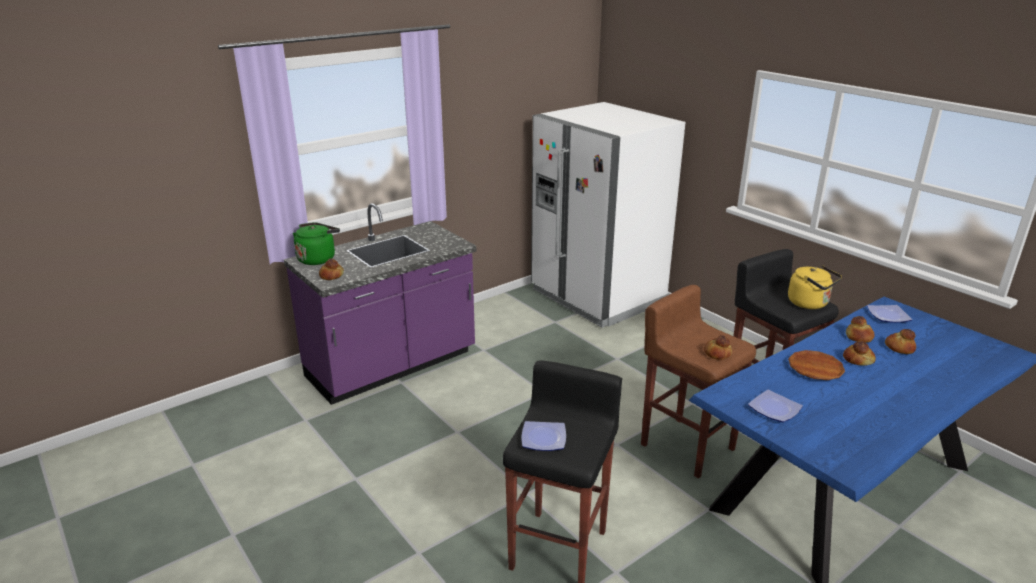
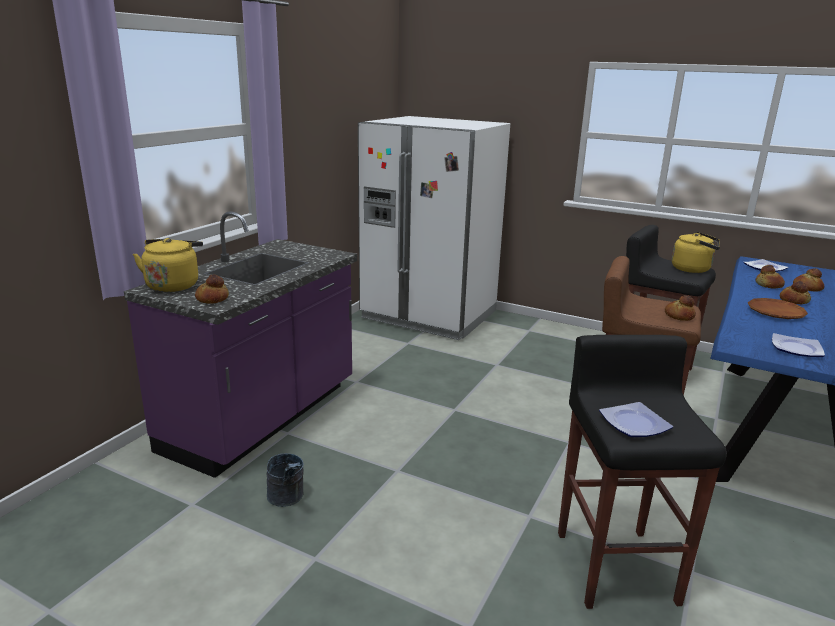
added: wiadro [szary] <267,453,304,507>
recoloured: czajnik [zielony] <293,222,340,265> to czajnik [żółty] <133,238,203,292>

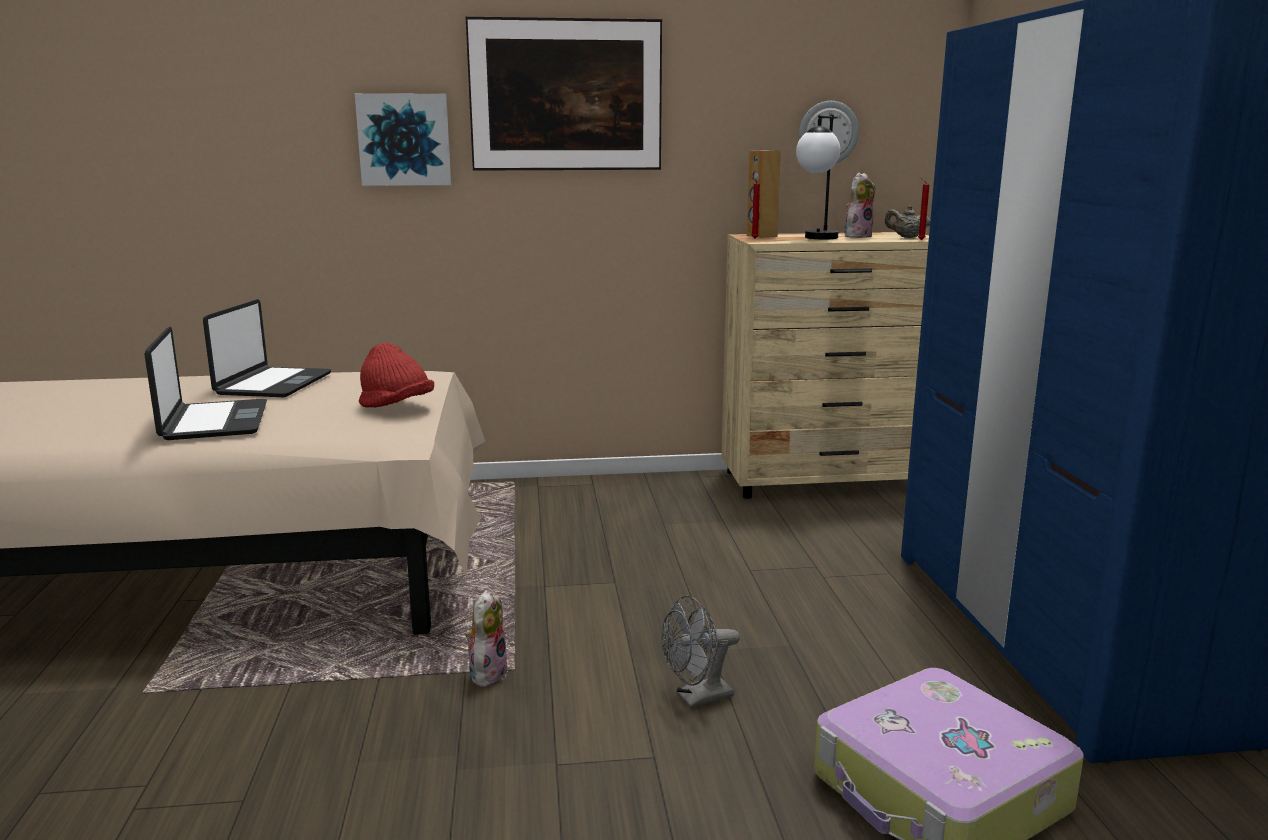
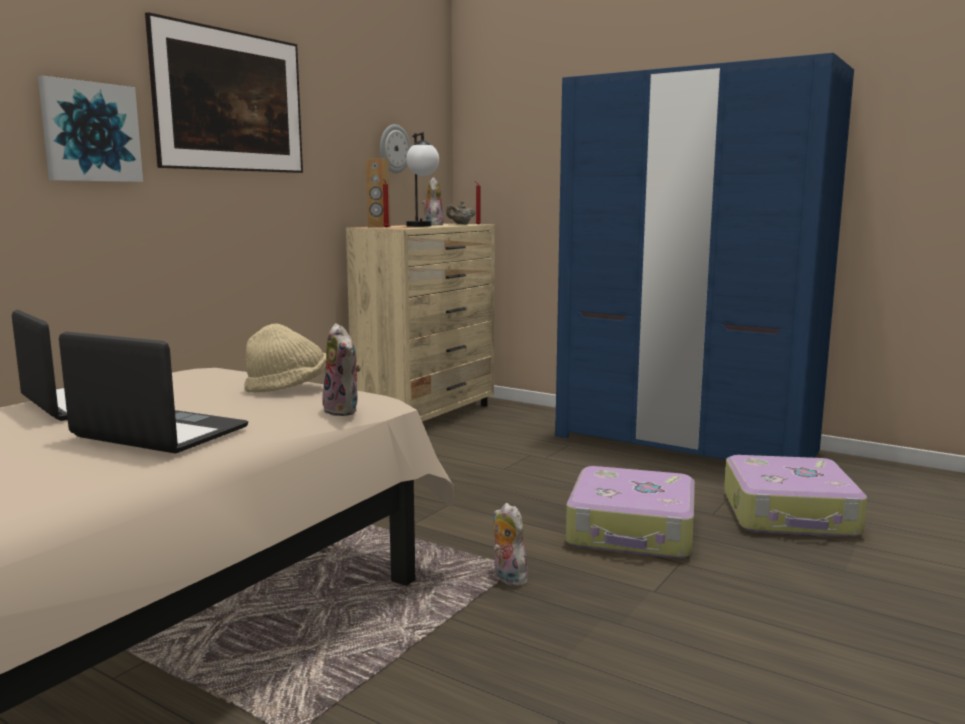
added: pluszak <320,323,361,416>
replaced: wentylator [szary] <661,595,740,708> to walizka <566,466,695,559>
recoloured: kapelusz [czerwony] <359,343,434,408> to kapelusz [beżowy] <244,324,326,392>

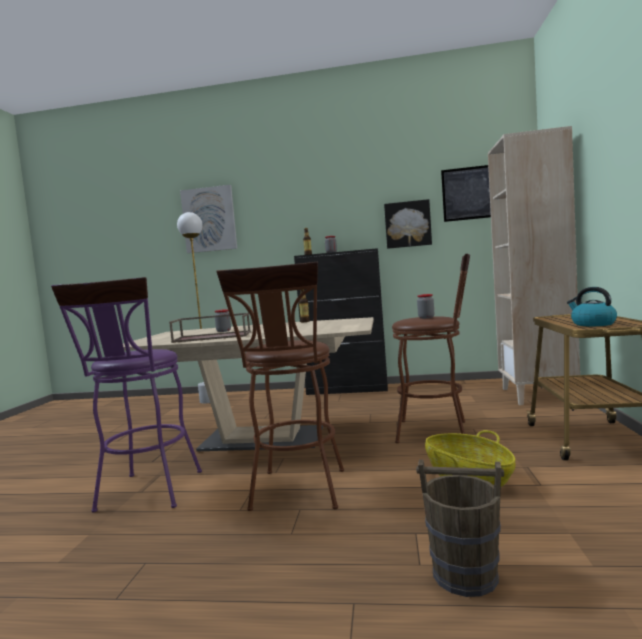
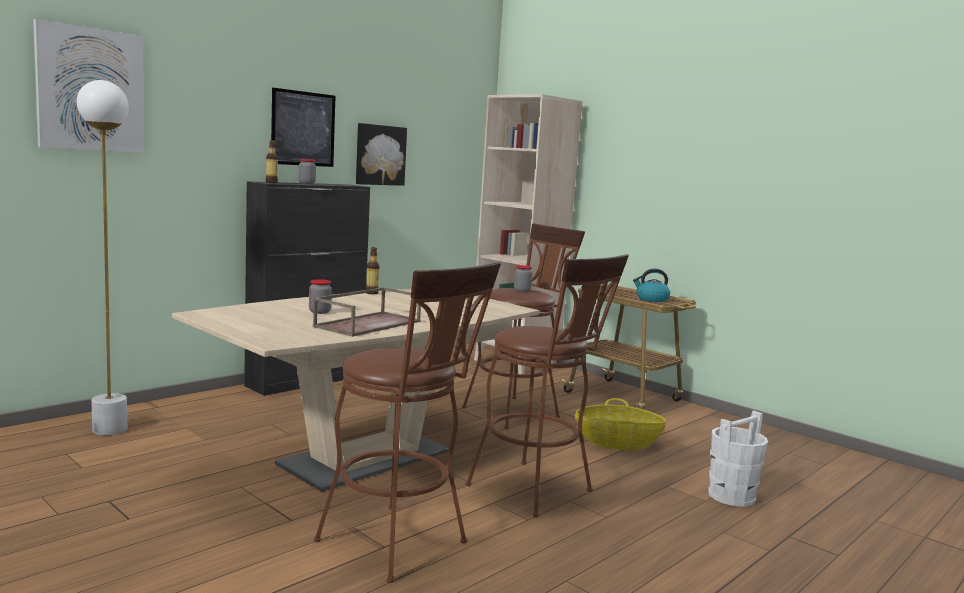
moved: obraz <441,165,491,222> to <271,88,335,167>
recoloured: stołek [fioletowy] <51,277,202,512> to stołek [brązowy] <314,262,501,583>; wiadro [brązowy] <416,459,504,597> to wiadro [biały] <708,410,768,507>

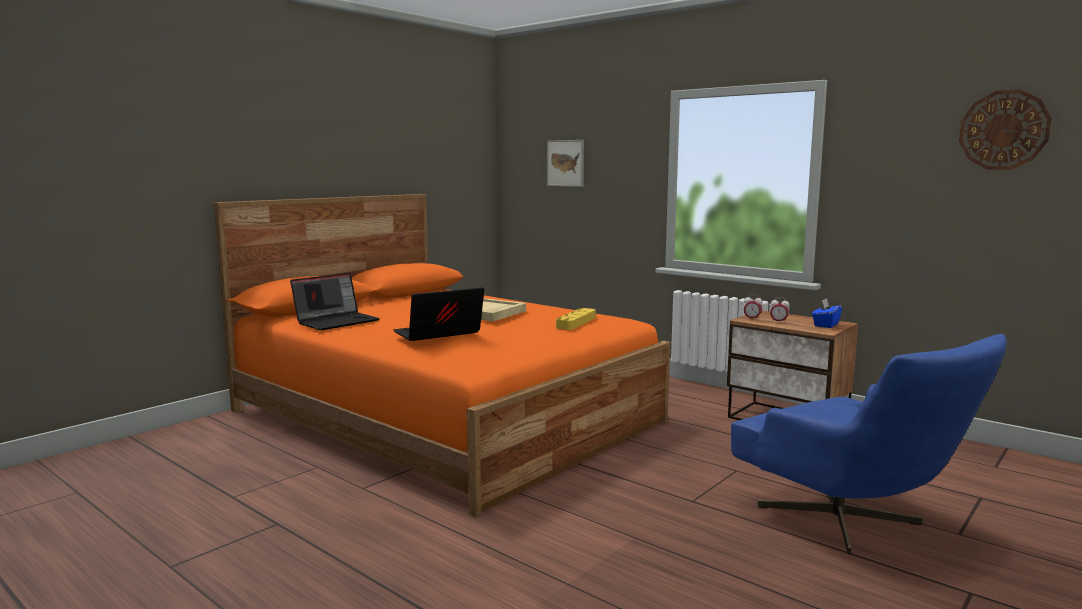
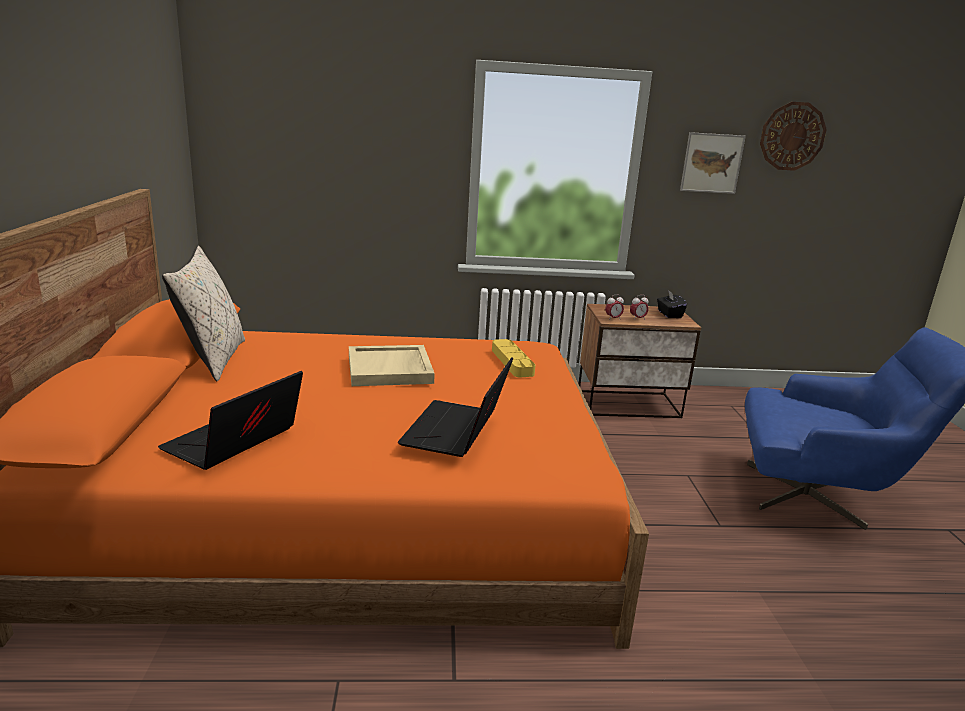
added: poduszka [beżowy] <162,246,245,381>
moved: obraz <547,140,584,187> to <680,132,746,194>
recoloured: pudełko chusteczek [niebieski] <812,298,842,328> to pudełko chusteczek [czarny] <657,290,687,318>
turned: laptop <290,273,380,330> = <158,371,303,470> 150 degrees counterclockwise

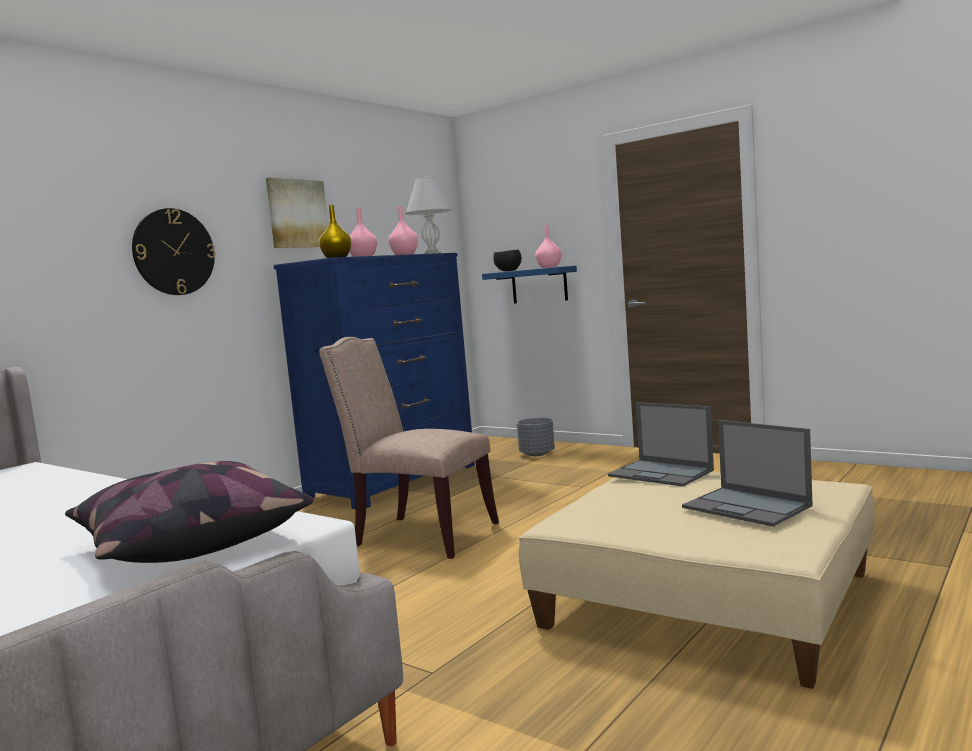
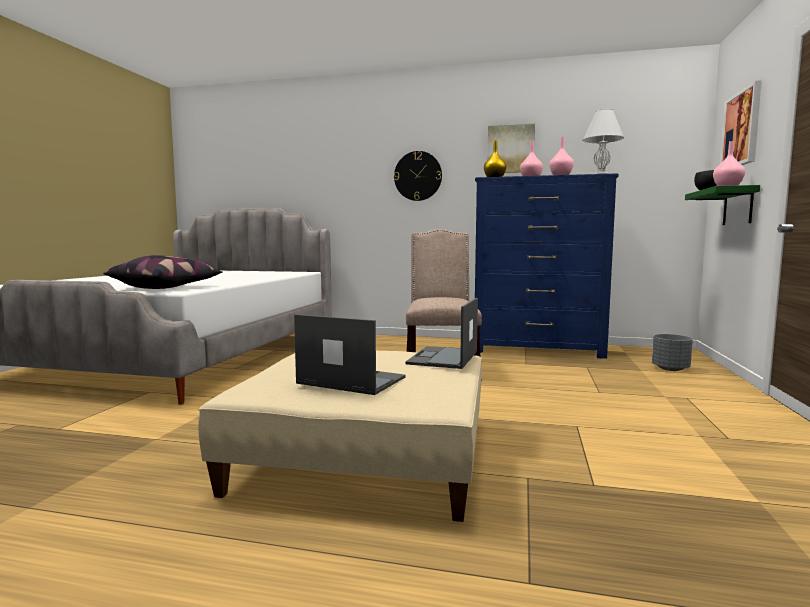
added: obraz <720,80,762,165>
recoloured: półka [niebieski] <482,266,577,304> to półka [zielony] <685,185,760,225>
turned: laptop <682,420,813,527> = <294,314,406,395> 90 degrees clockwise

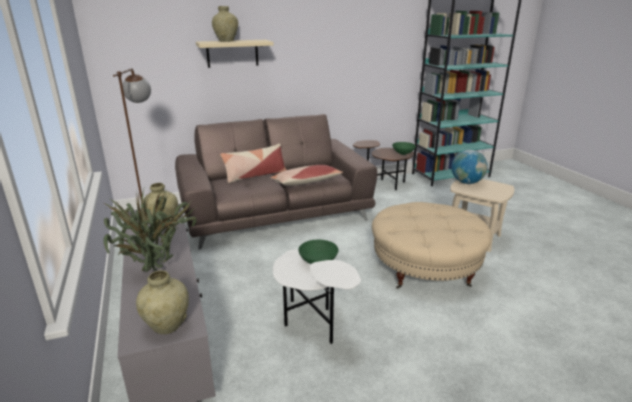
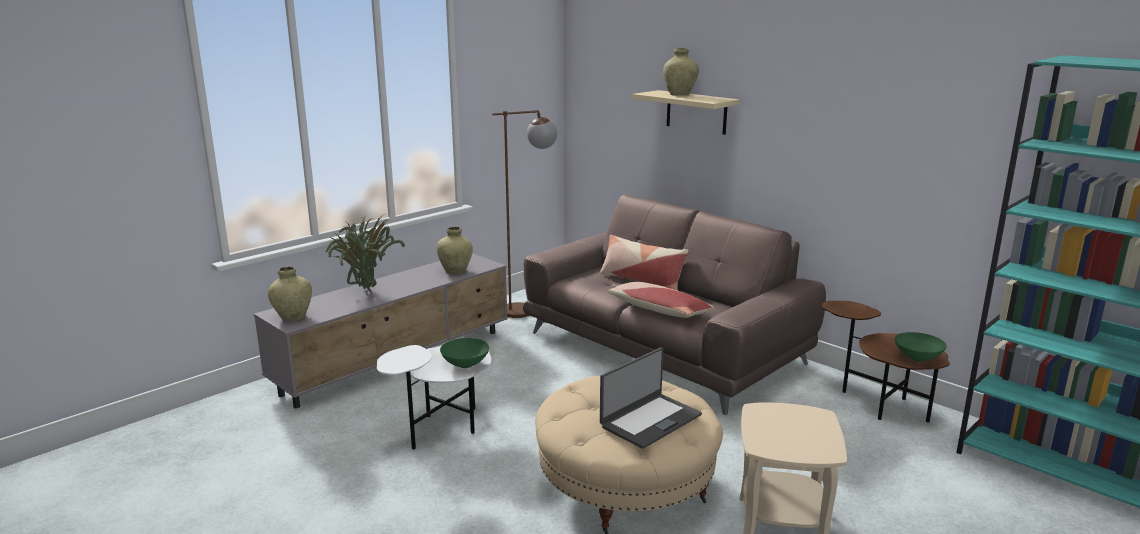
removed: globus <451,150,488,184>
added: laptop <600,348,702,449>

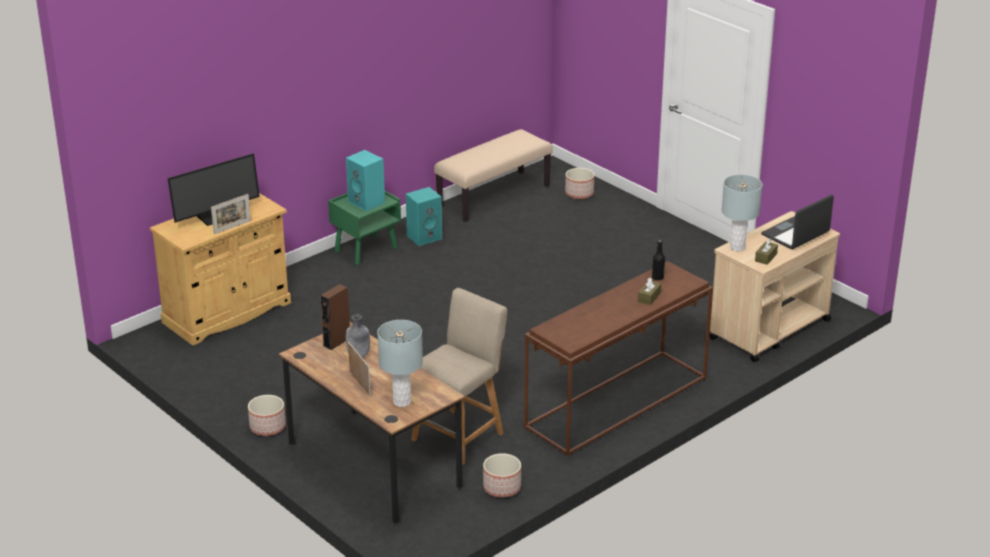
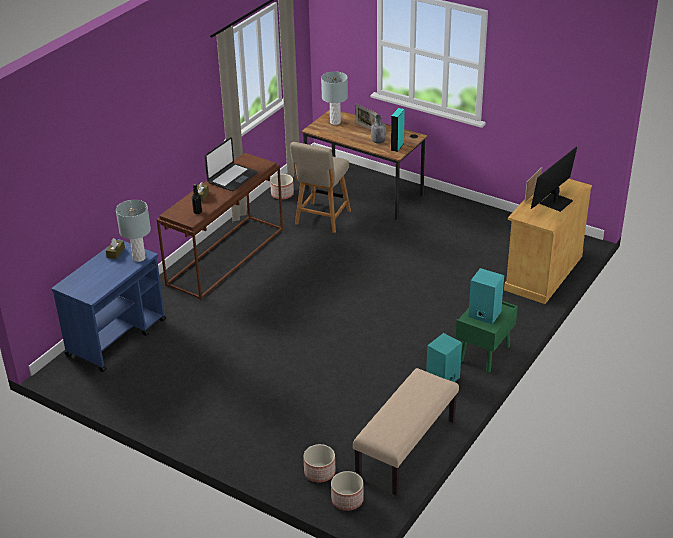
moved: laptop <761,195,834,249> to <205,137,258,191>; donica <248,395,286,436> to <331,471,364,511>
recoloured: wózek [beżowy] <709,211,840,362> to wózek [niebieski] <52,239,166,372>; głośnik [brązowy] <320,284,350,350> to głośnik [turkusowy] <391,108,405,152>

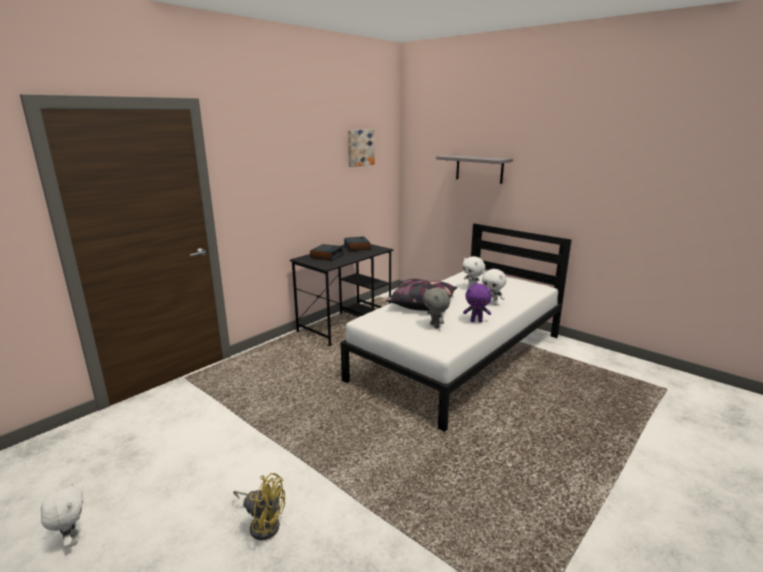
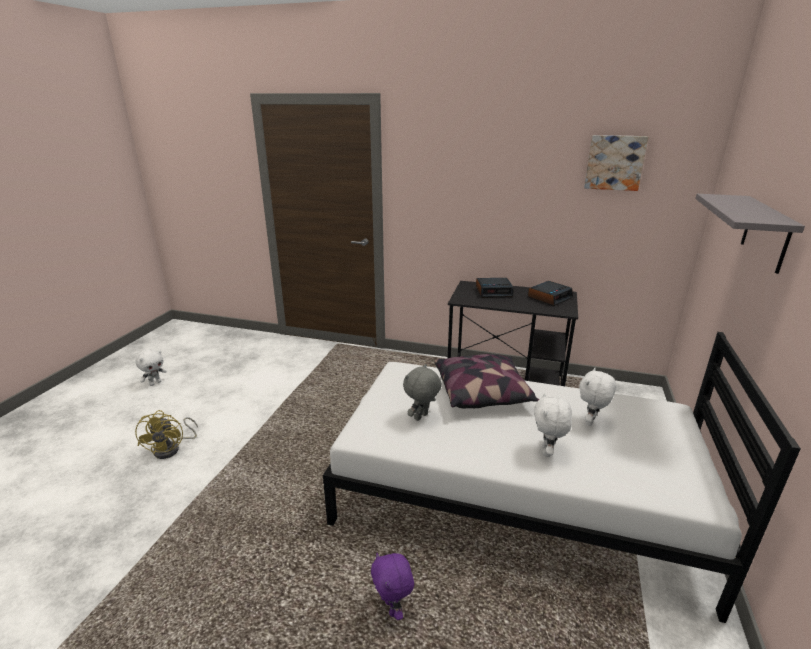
moved: pluszak [fioletowy] <463,284,491,322> to <371,553,414,620>

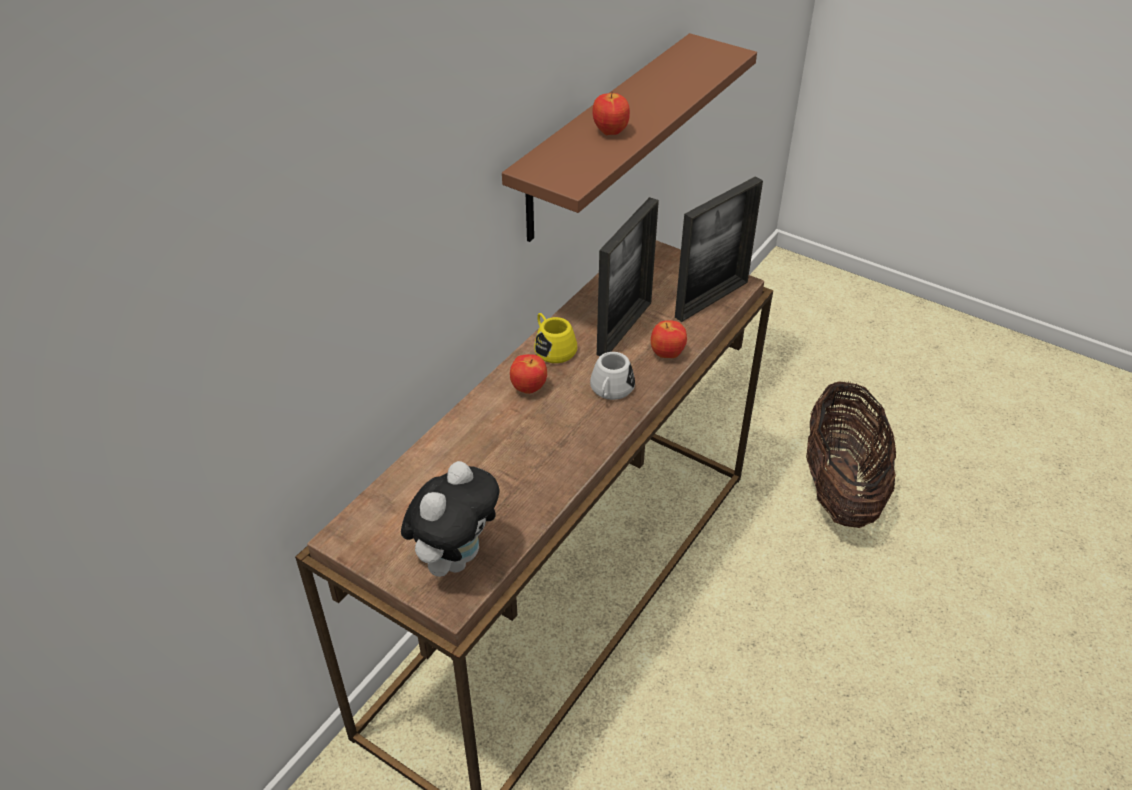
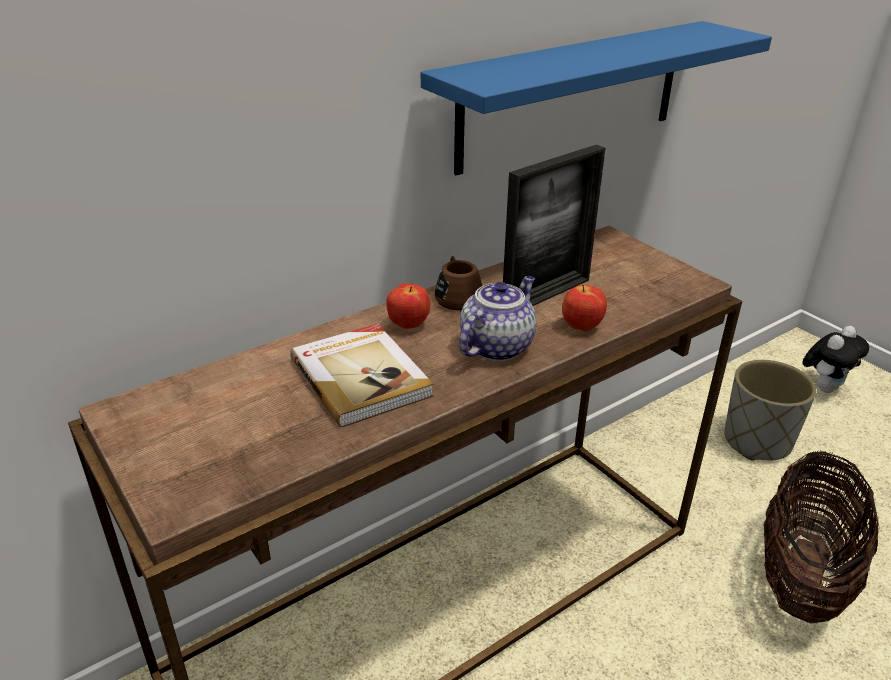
removed: jabłko <592,92,630,135>; ramka na zdjęcie <675,176,763,322>
added: książka <290,324,433,427>; donica [szary] <724,360,816,461>
moved: pluszak <401,461,500,577> to <802,326,869,393>
replaced: kubek [biały] <590,352,635,400> to imbryk <459,276,536,361>
recoloured: półka [brązowy] <502,33,757,242> to półka [niebieski] <421,21,772,175>; kubek [żółty] <534,313,577,363> to kubek [brązowy] <435,256,482,310>

